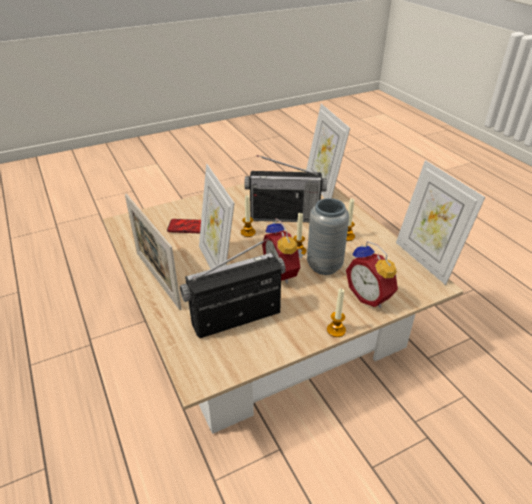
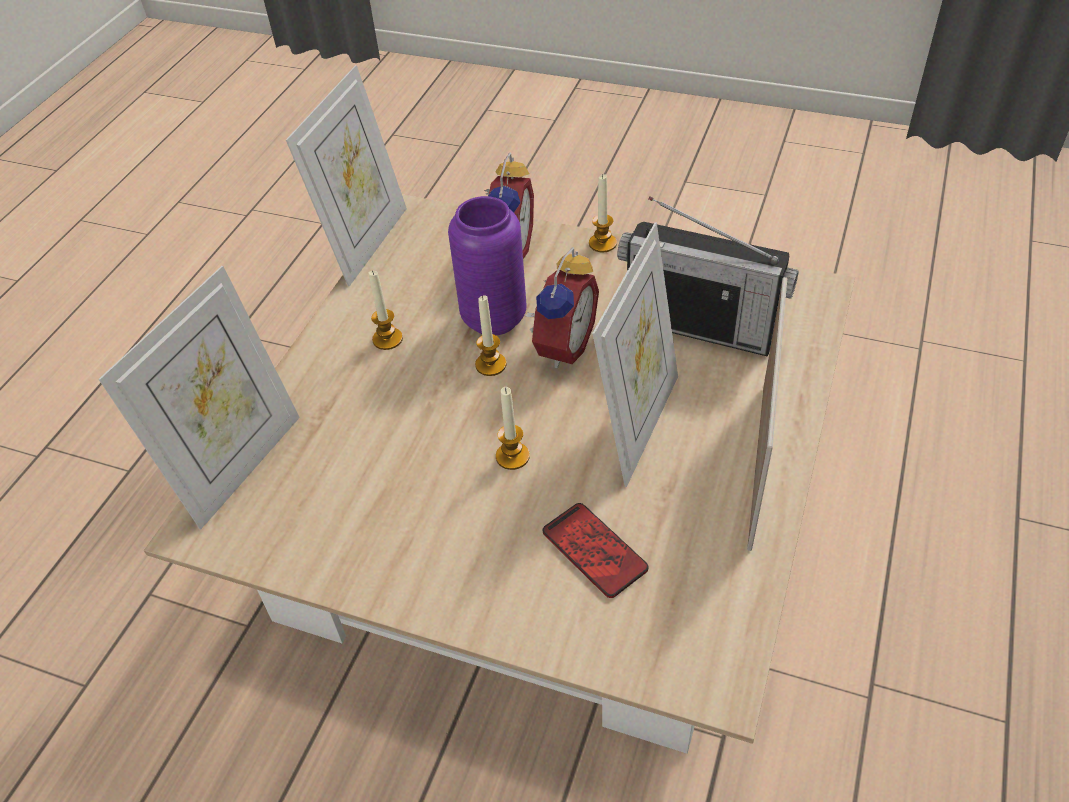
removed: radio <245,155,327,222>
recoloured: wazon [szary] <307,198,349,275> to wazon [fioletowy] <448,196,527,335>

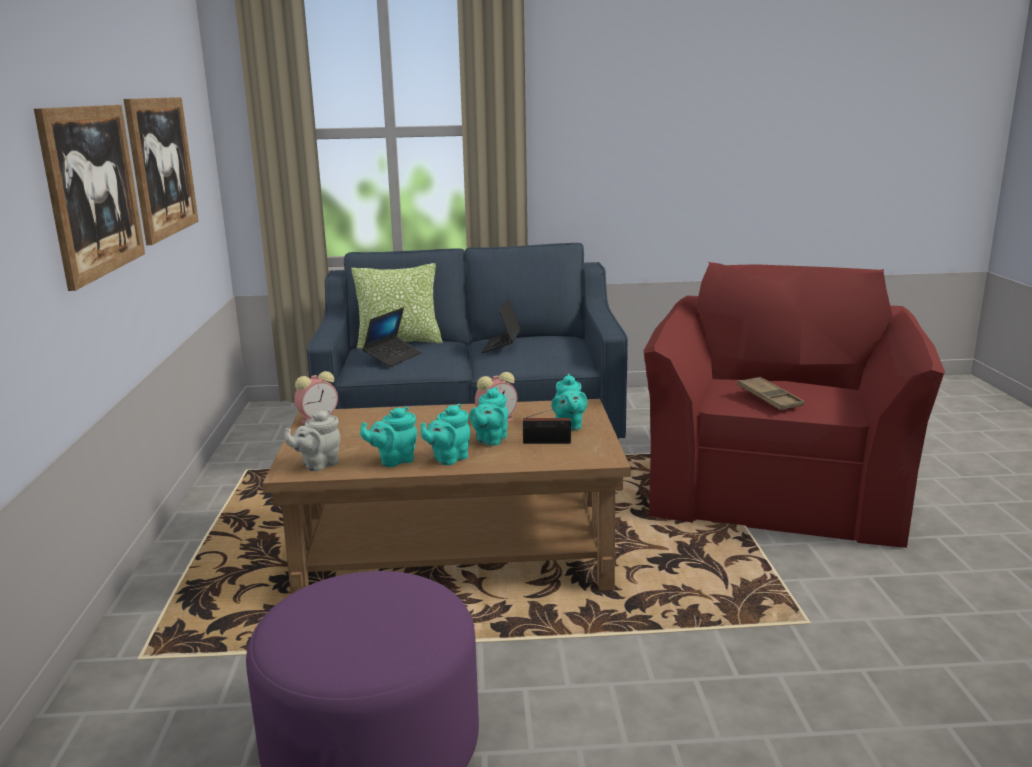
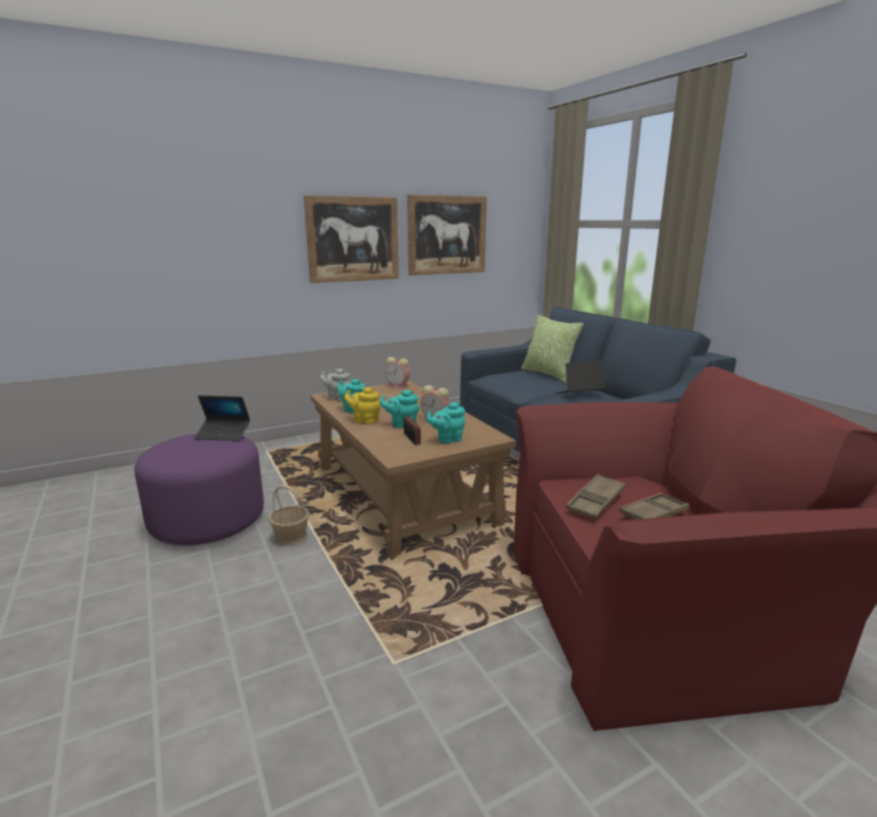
added: koszyk <269,485,309,546>; taca [brązowy] <619,493,689,520>
moved: laptop <363,308,422,367> to <194,395,250,441>
recoloured: imbryk [turkusowy] <421,404,470,465> to imbryk [żółty] <344,387,380,424>

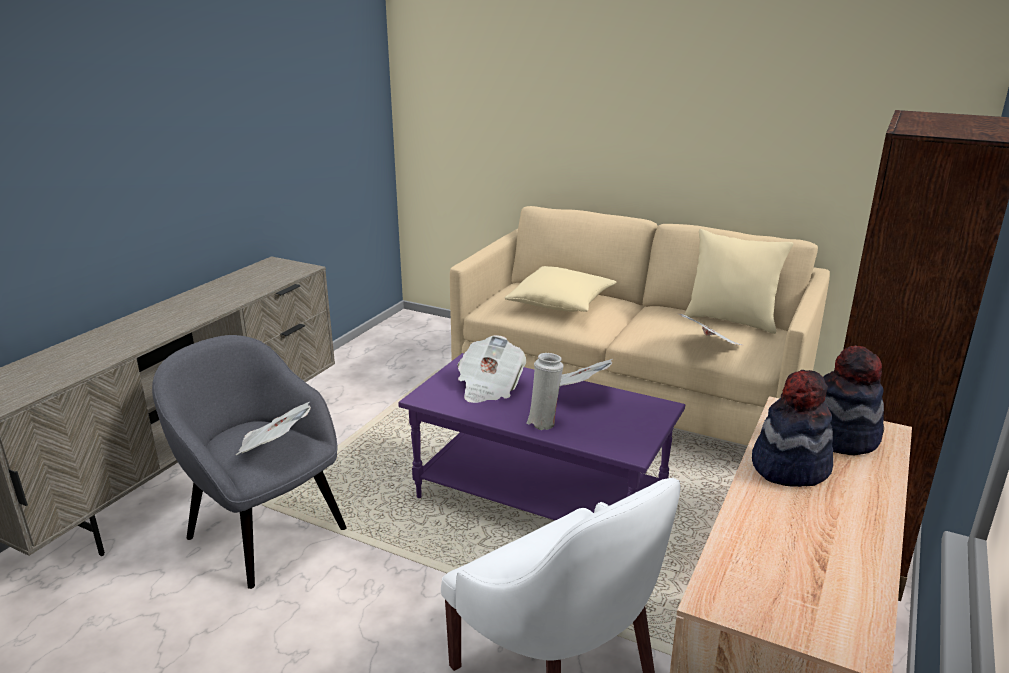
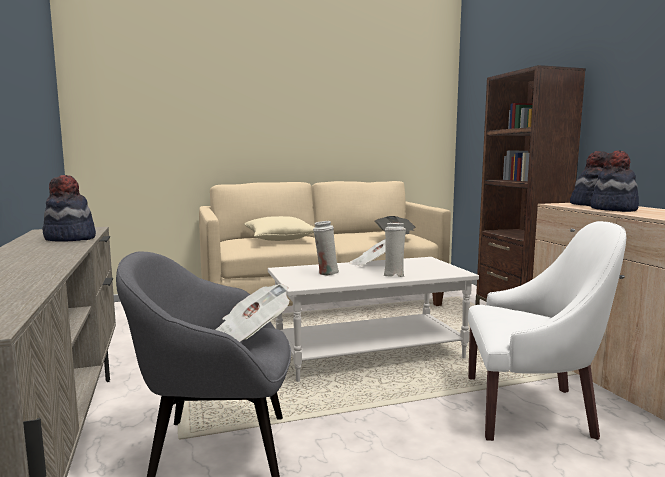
removed: poduszka [beżowy] <684,229,793,334>
added: kapelusz <42,175,96,241>
replaced: gazeta <457,335,527,403> to wazon [biały] <313,221,339,276>
recoloured: ława [fioletowy] <398,353,685,520> to ława [biały] <268,257,479,382>

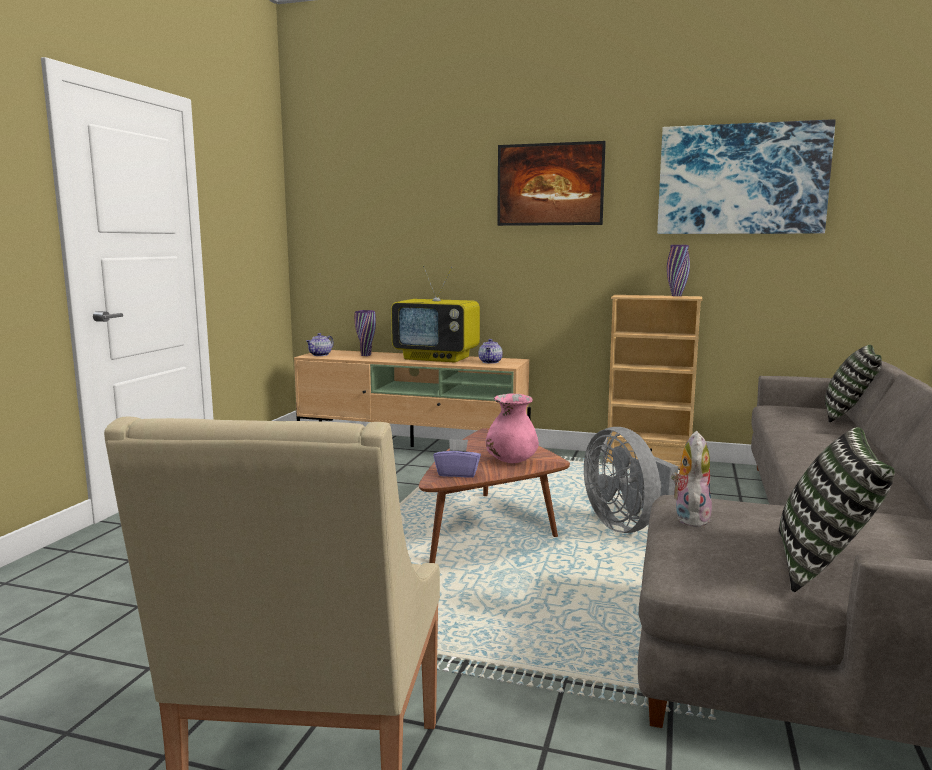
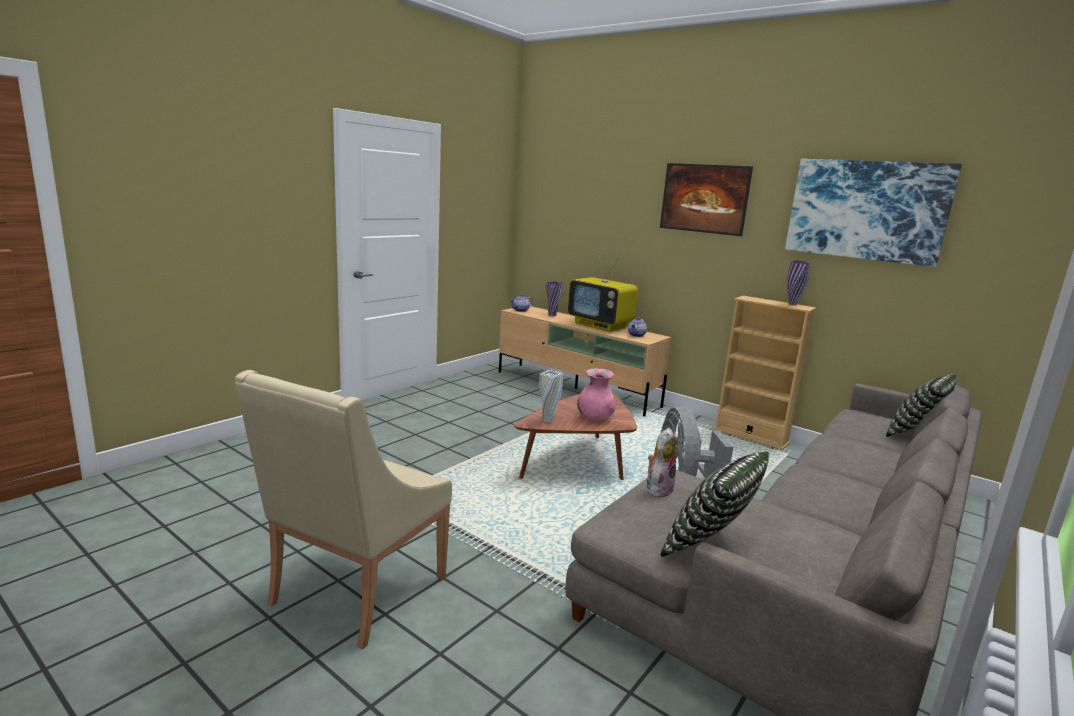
replaced: pudełko chusteczek [fioletowy] <433,439,481,478> to wazon [biały] <539,370,563,423>

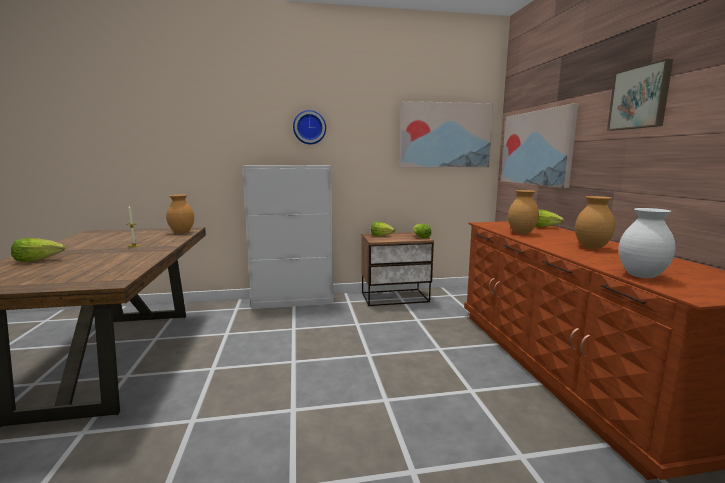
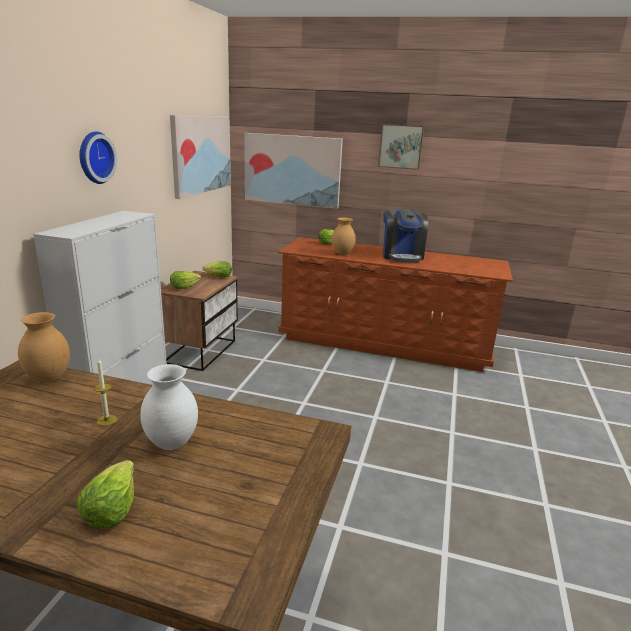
moved: wazon [biały] <619,208,676,278> to <140,364,198,450>
replaced: wazon [brązowy] <575,196,615,249> to ekspres do kawy <383,209,428,262>

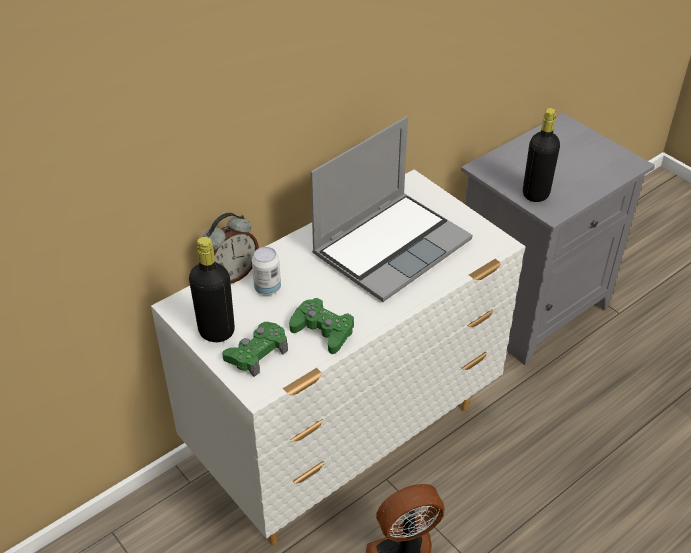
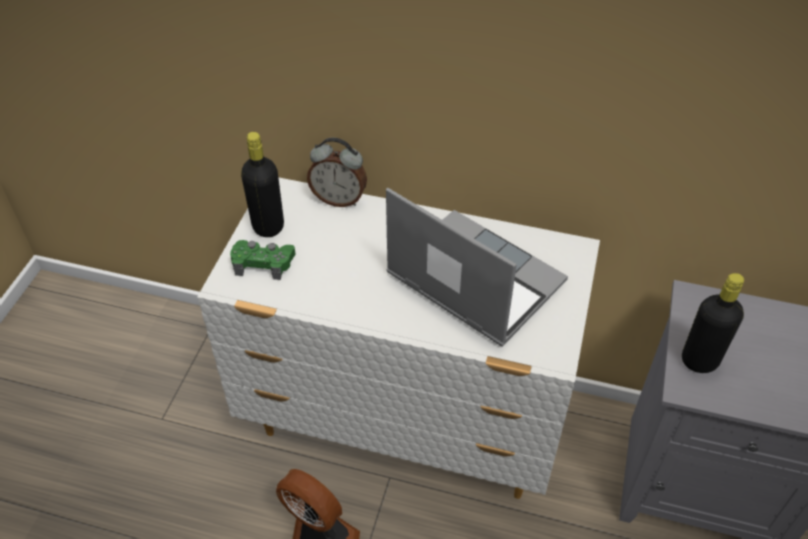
removed: puszka <252,247,281,295>; pad do gier [zielony] <289,298,354,354>
turned: laptop <311,116,472,302> = <386,187,568,347> 150 degrees counterclockwise

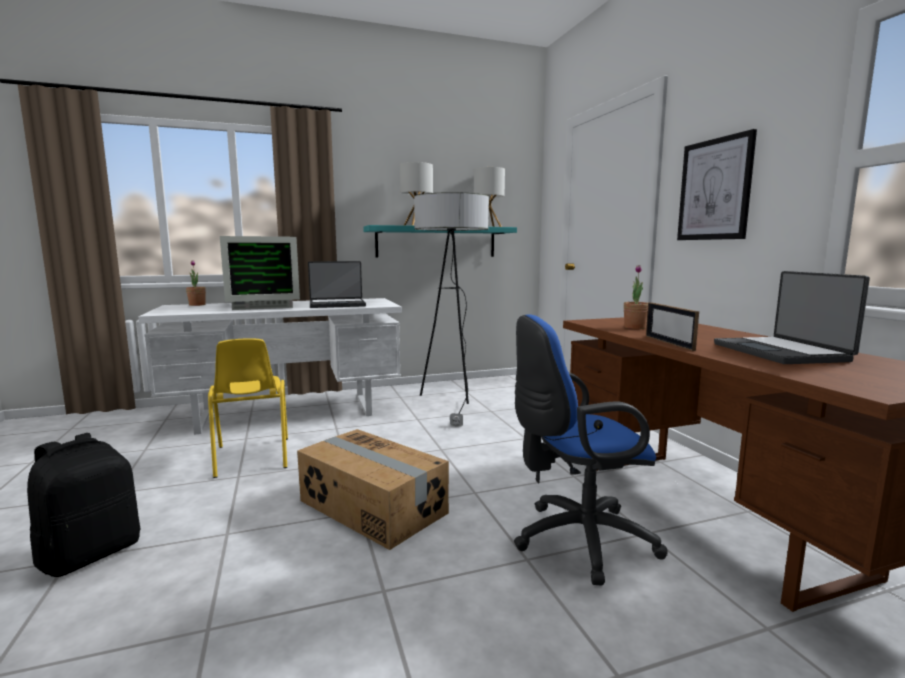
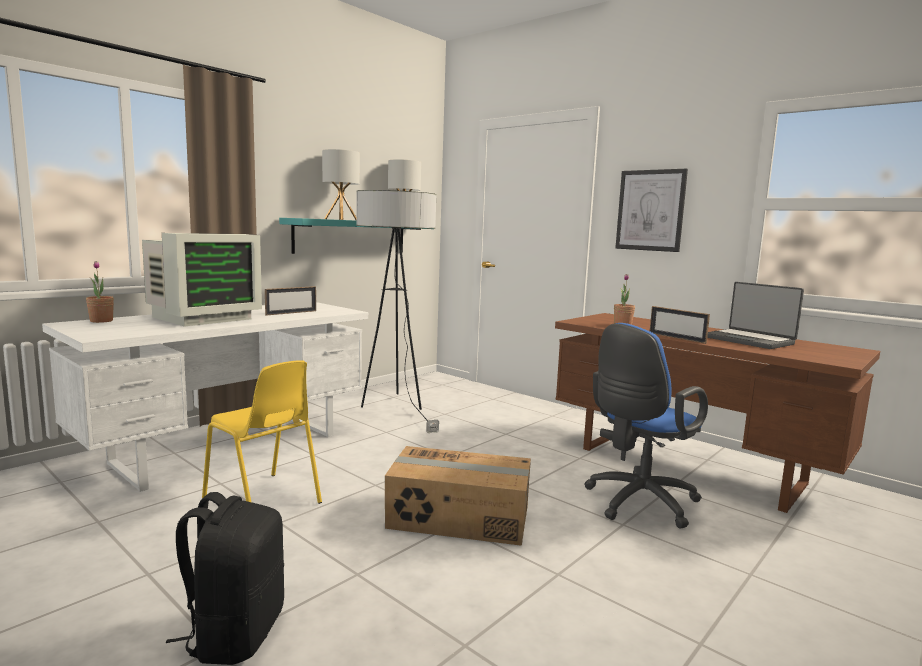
replaced: laptop <308,261,366,308> to ramka na zdjęcie <265,286,316,316>

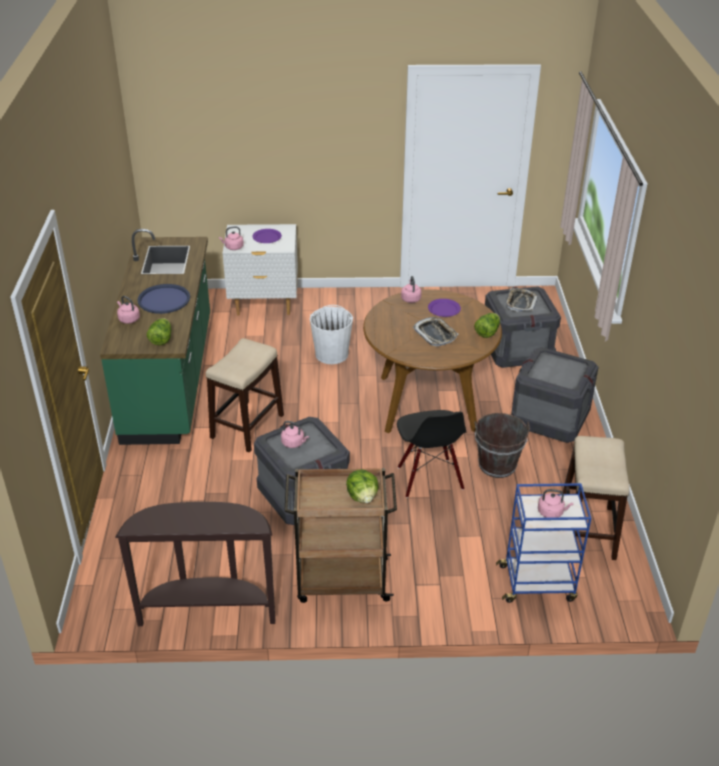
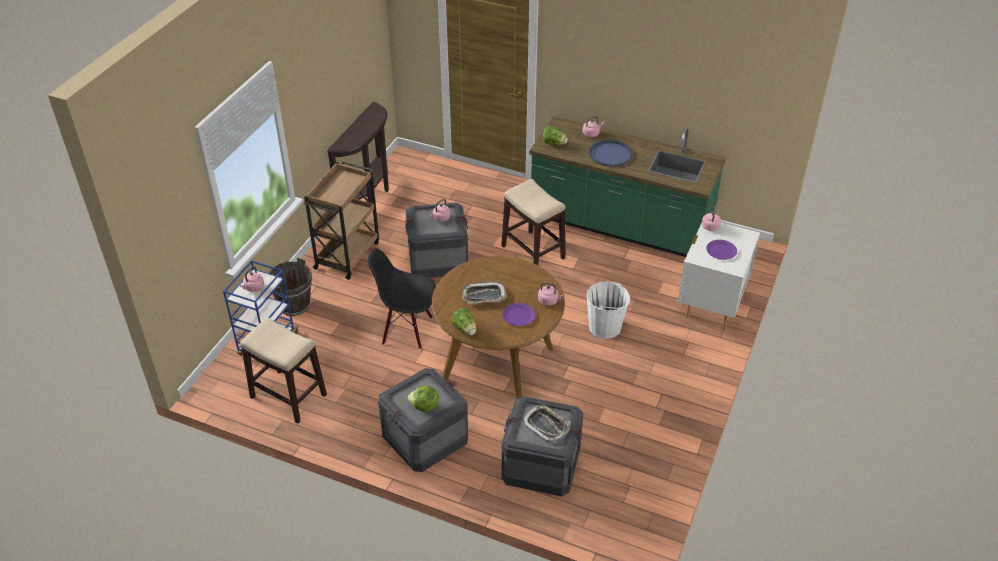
moved: wiadro [brązowy] <475,413,530,478> to <268,257,312,316>; sałata <346,469,378,503> to <408,386,439,412>

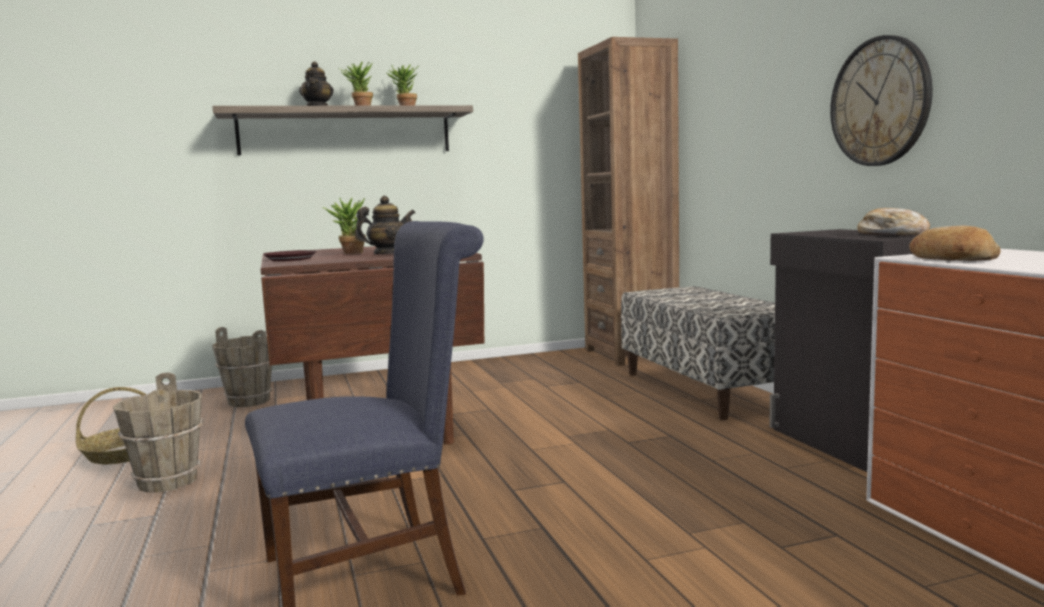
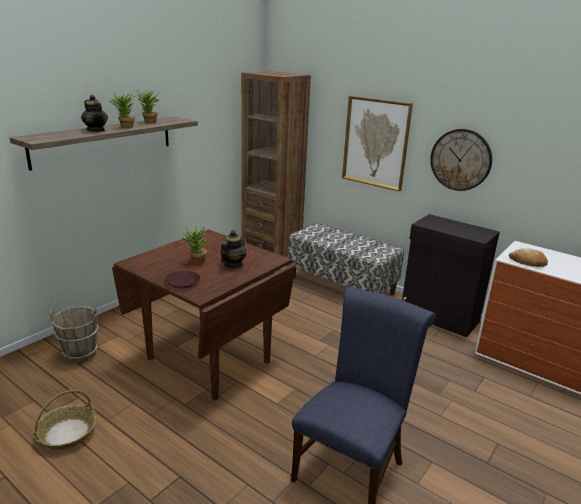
removed: chleb <857,208,930,235>; wiadro [brązowy] <113,372,203,493>
added: obraz <342,96,413,191>

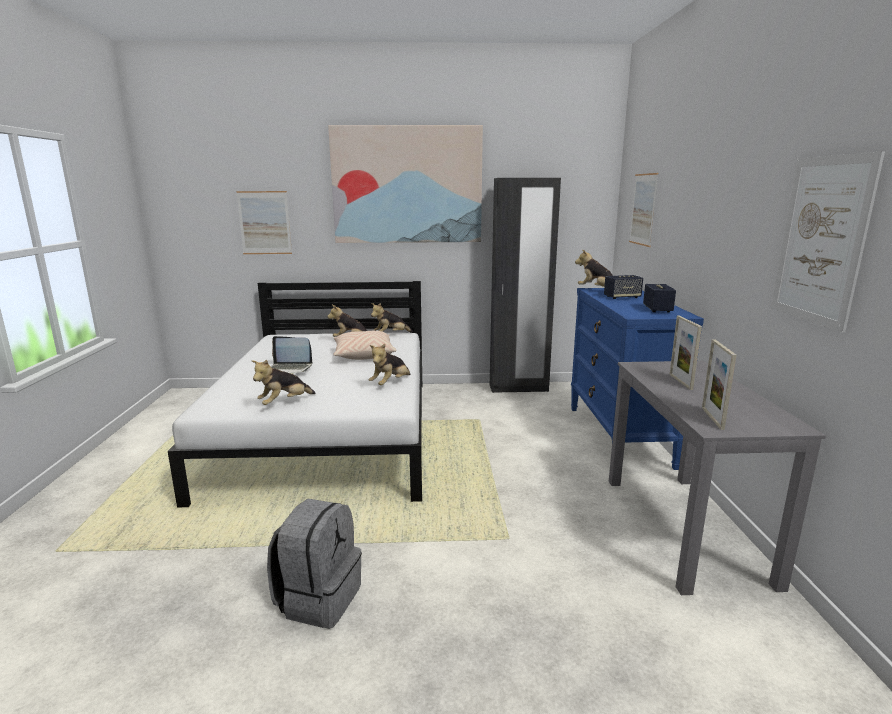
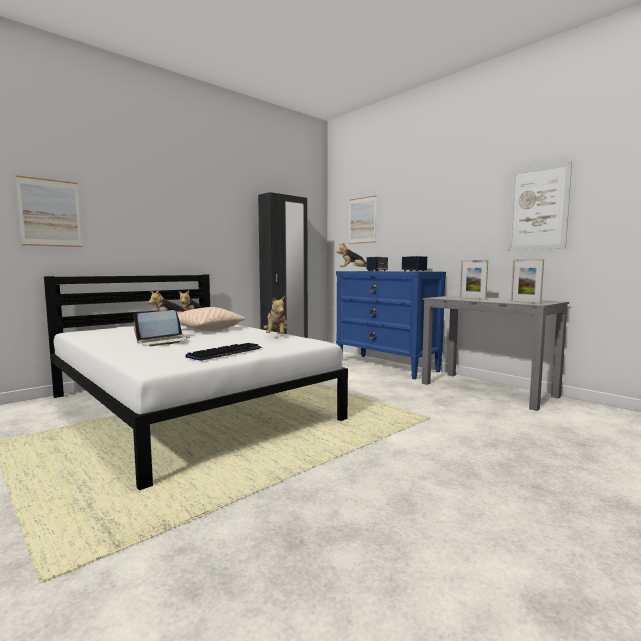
removed: obraz <328,125,483,243>; plecak [szary] <267,499,362,629>
replaced: pluszak <251,360,316,405> to klawiatura <185,343,262,361>

